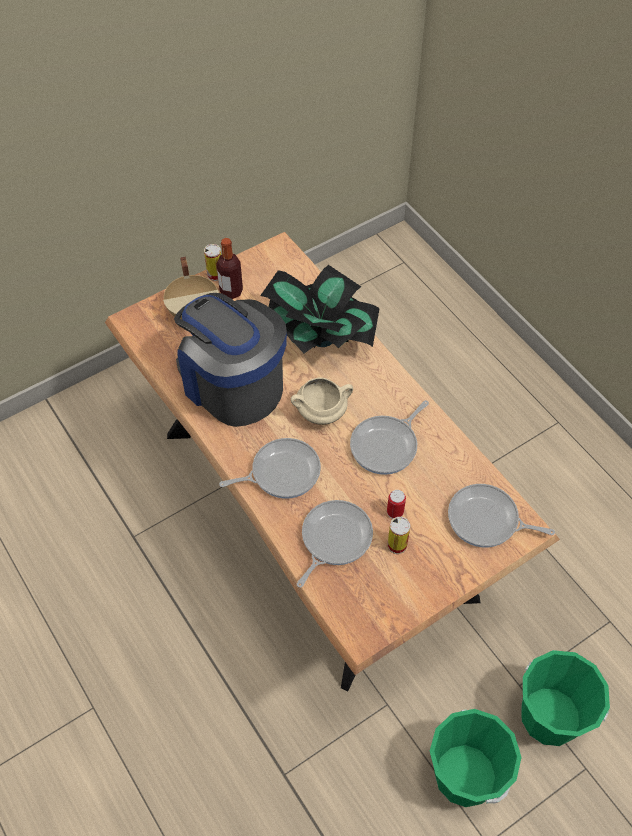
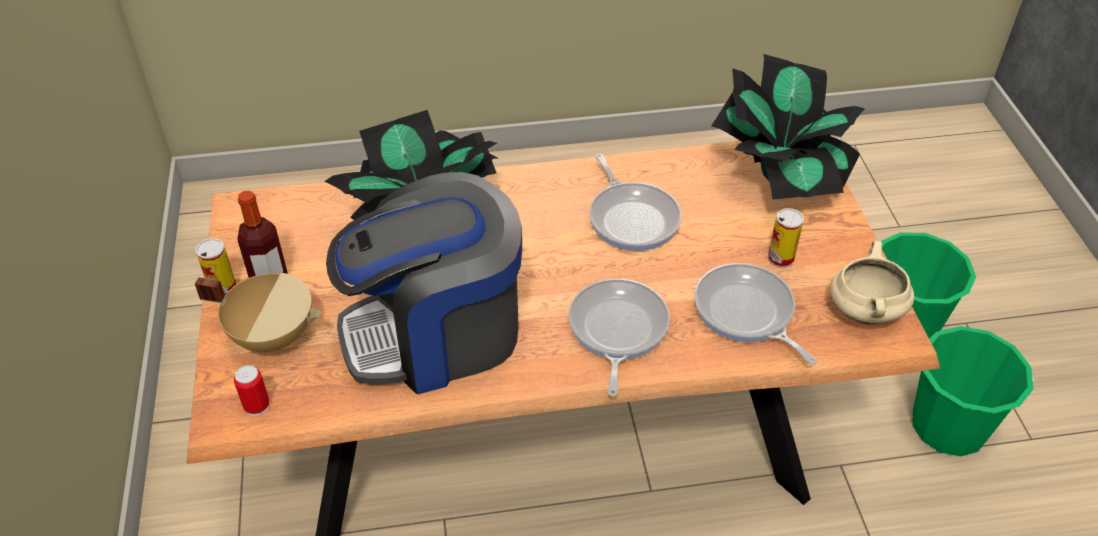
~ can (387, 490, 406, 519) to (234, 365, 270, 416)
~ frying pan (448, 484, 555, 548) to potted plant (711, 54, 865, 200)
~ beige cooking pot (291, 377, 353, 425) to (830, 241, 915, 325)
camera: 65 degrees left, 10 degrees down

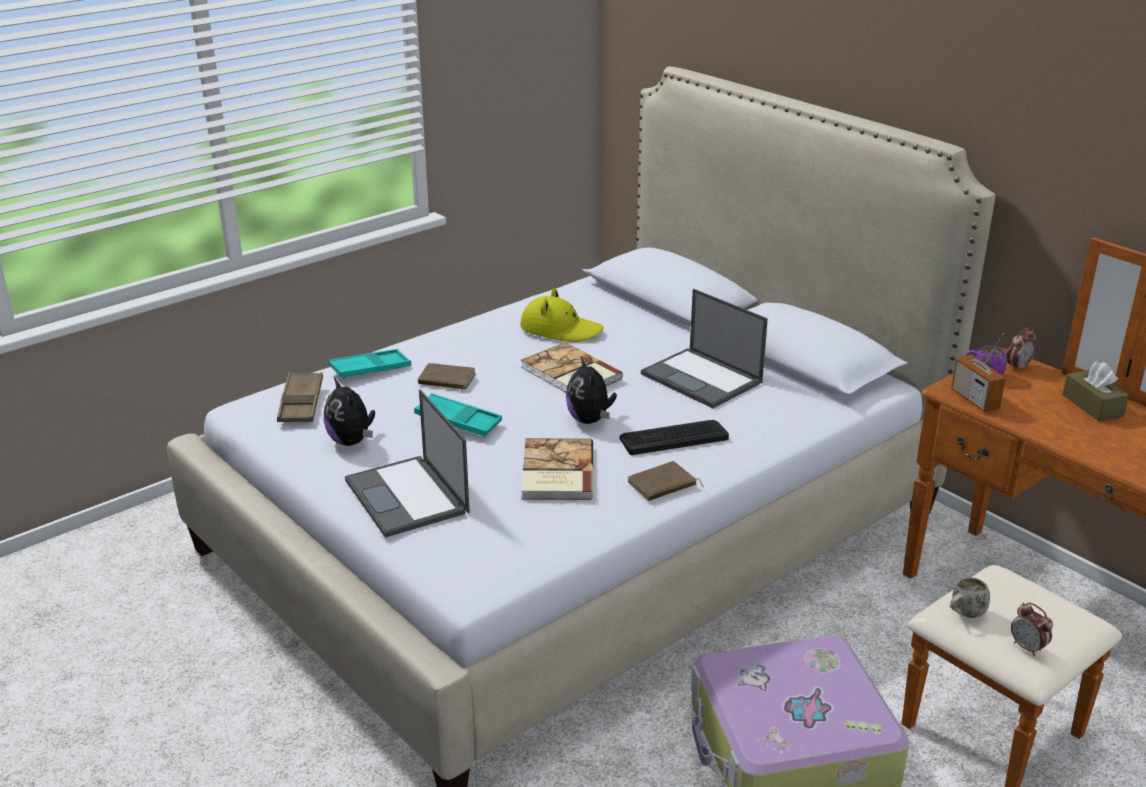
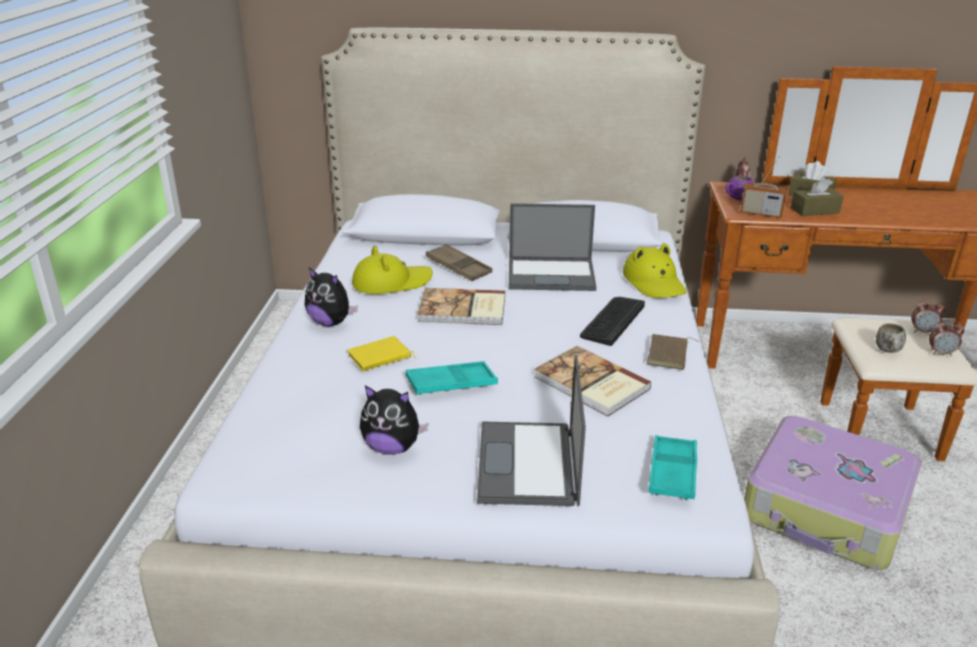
~ plush toy (566, 357, 617, 424) to (305, 267, 358, 326)
~ brown book (418, 363, 476, 391) to yellow book (347, 336, 416, 371)
~ brown tray (277, 372, 323, 422) to (426, 244, 492, 281)
~ laptop (345, 389, 470, 538) = (477, 355, 586, 506) 75 degrees clockwise
+ yellow hat (623, 243, 686, 298)
~ turquoise tray (329, 349, 411, 379) to (649, 435, 697, 500)
+ brown tissue box (791, 177, 844, 216)
+ alarm clock (911, 299, 945, 333)
camera: 45 degrees left, 0 degrees up

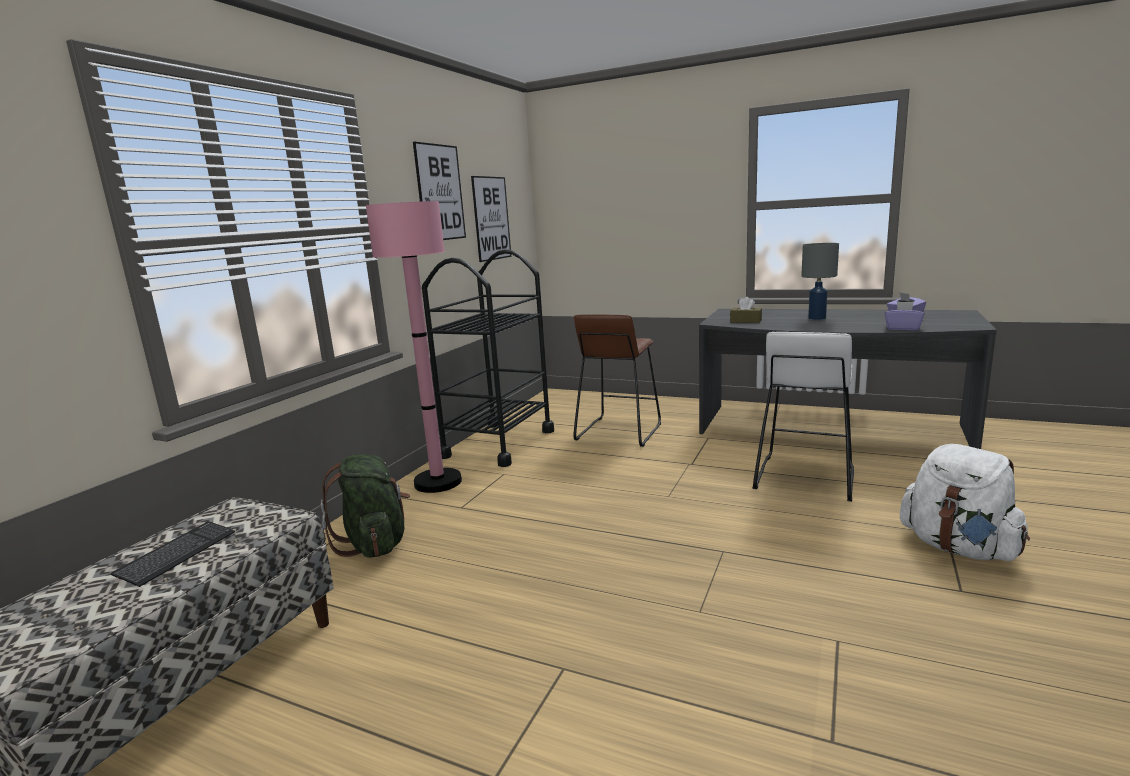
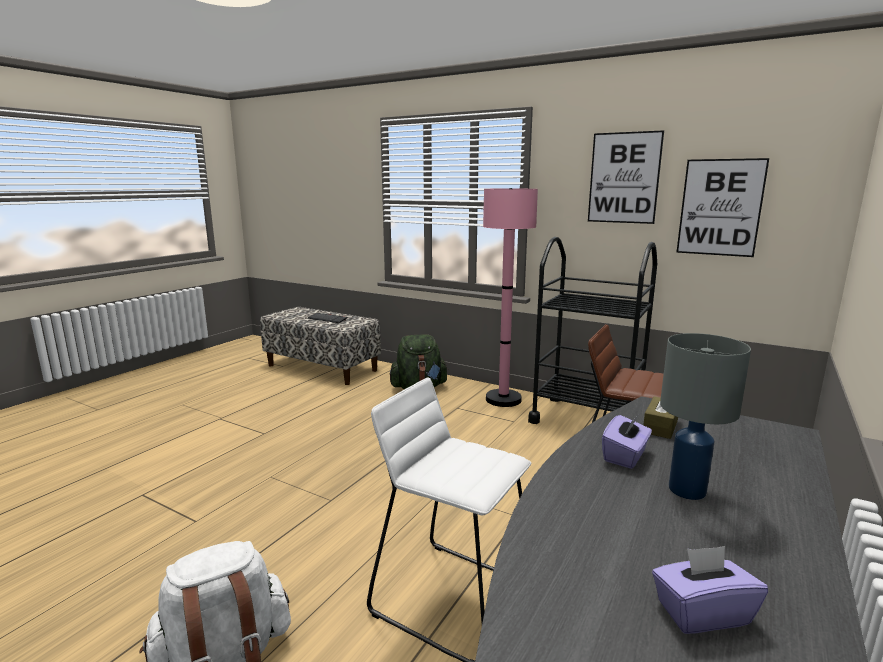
~ purple tissue box (885, 302, 924, 331) to (602, 415, 652, 469)
camera: 95 degrees right, 0 degrees up

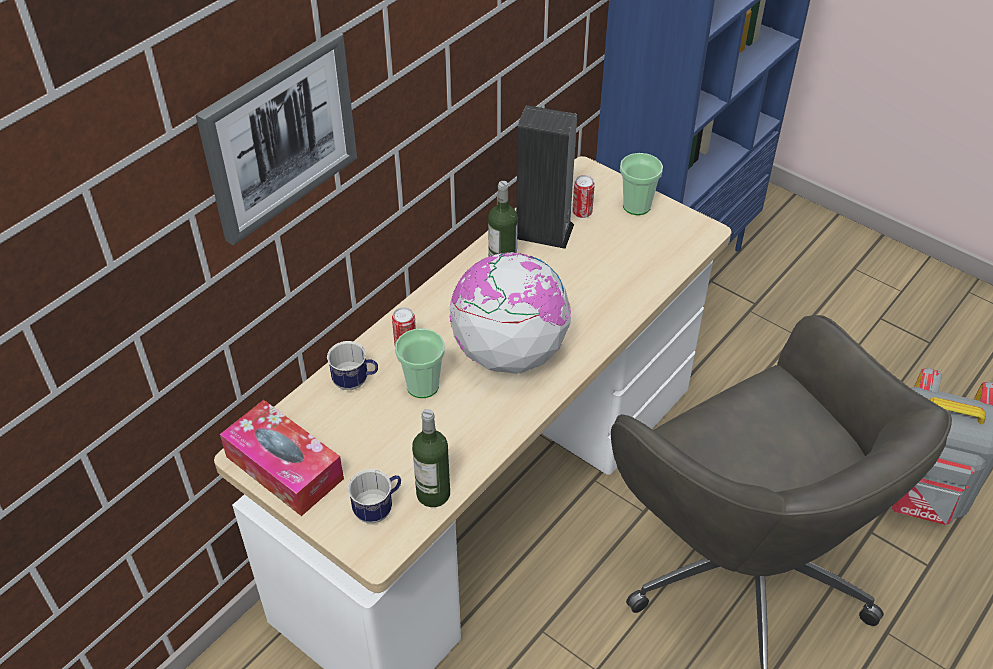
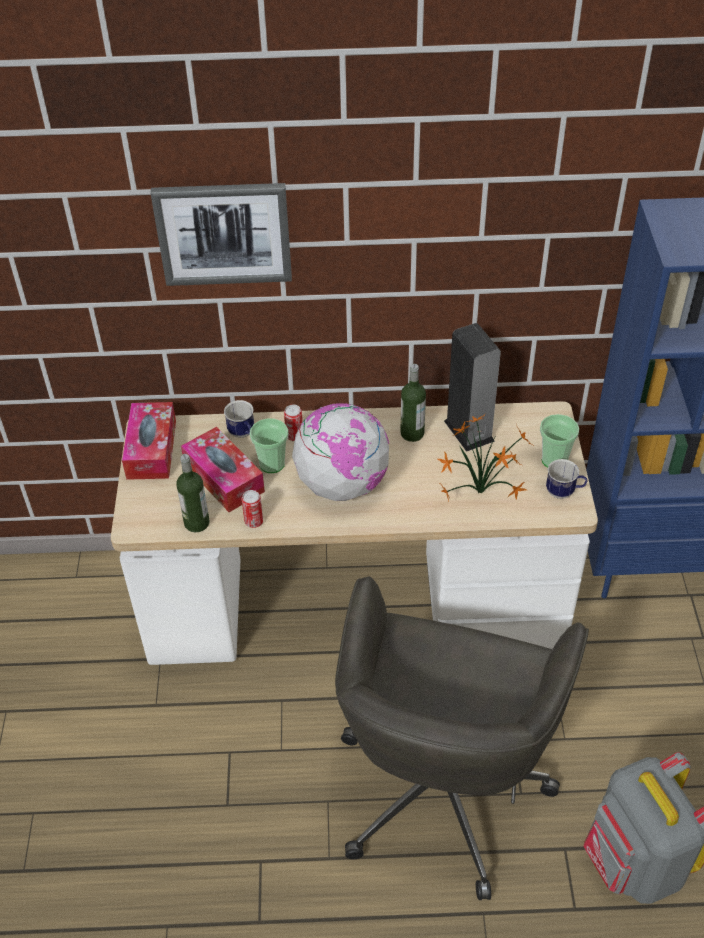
+ tissue box (181, 427, 265, 512)
~ can (572, 175, 595, 218) to (242, 490, 263, 528)
+ potted plant (437, 414, 535, 501)
~ mug (348, 469, 401, 523) to (546, 459, 587, 499)
camera: 50 degrees right, 0 degrees up

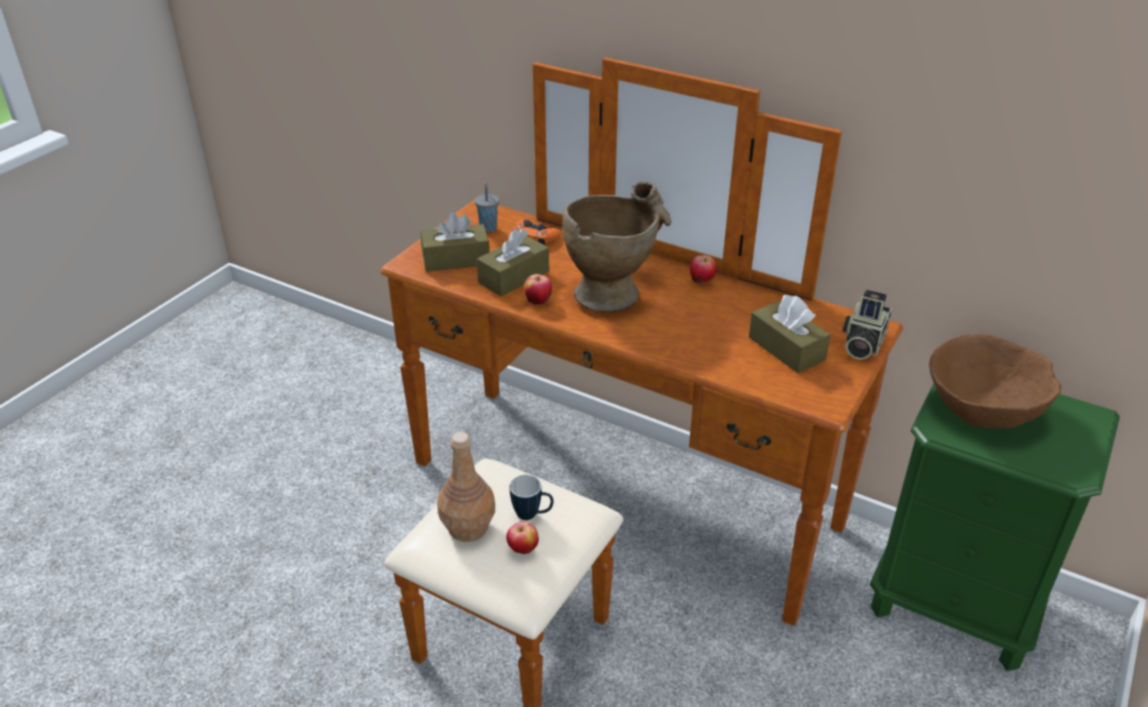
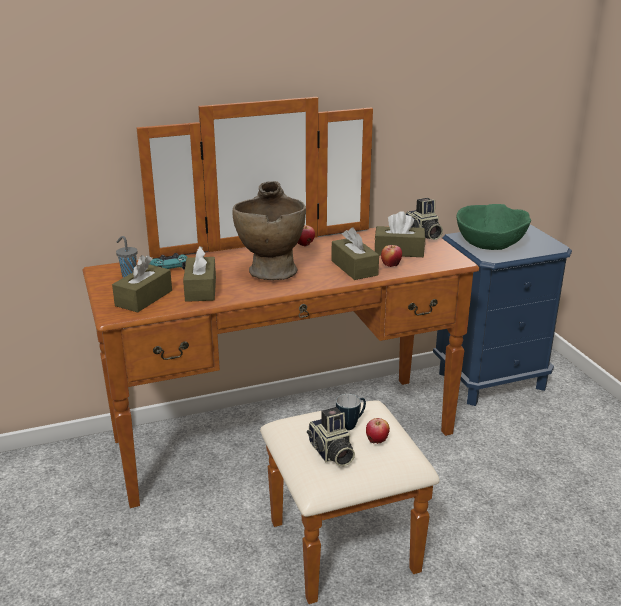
~ orange game controller (513, 220, 561, 245) to turquoise game controller (150, 253, 188, 270)
~ brown bottle (437, 432, 495, 542) to photo camera (307, 407, 355, 467)
+ brown tissue box (331, 227, 379, 280)
~ apple (524, 274, 552, 305) to (381, 245, 402, 267)
~ green nightstand (870, 383, 1120, 671) to blue nightstand (433, 224, 572, 406)
~ brown bowl (929, 334, 1061, 429) to green bowl (457, 204, 531, 250)
camera: 50 degrees left, 10 degrees down

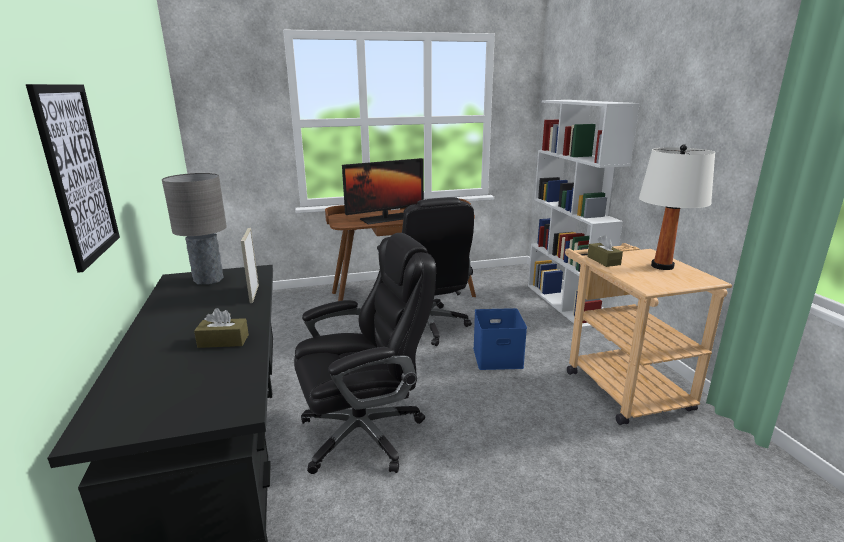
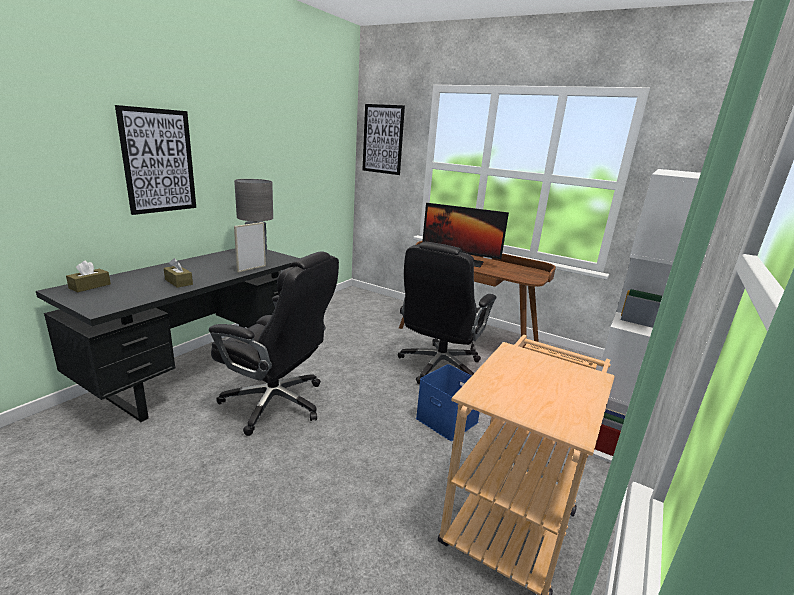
~ brown tissue box (587, 235, 623, 267) to (66, 260, 111, 292)
+ picture (363, 104, 405, 175)
- white table lamp (639, 144, 715, 270)
camera: 45 degrees right, 0 degrees up

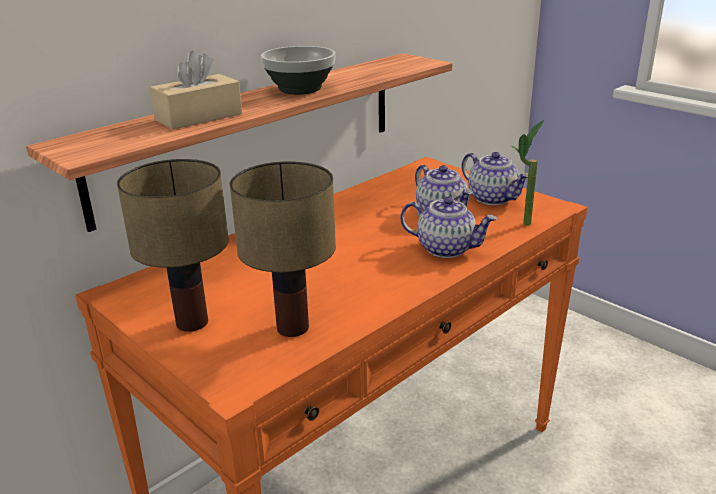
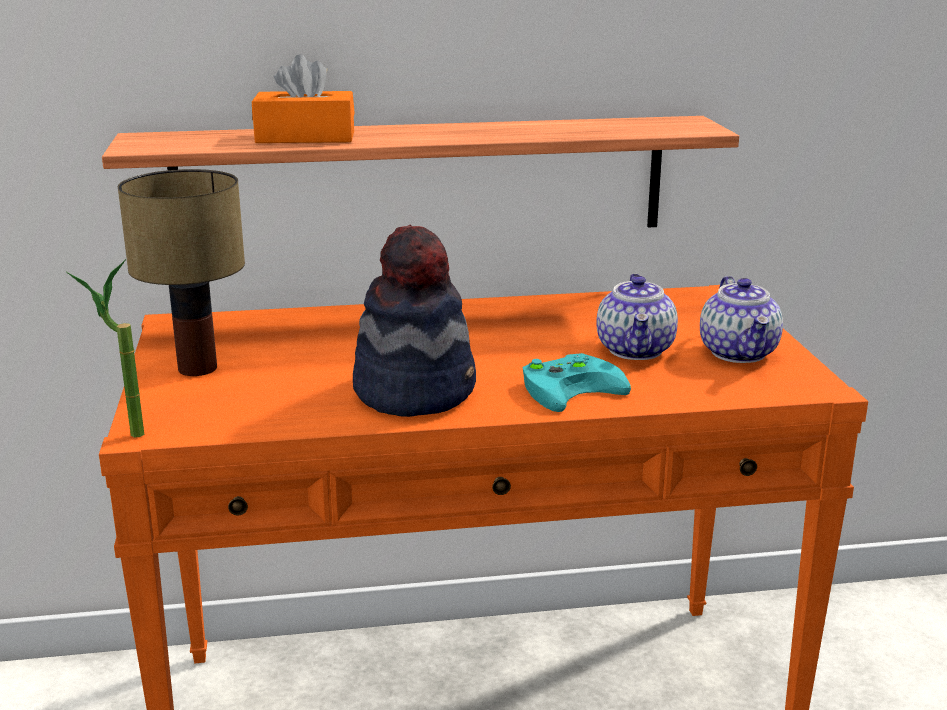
~ potted plant (510, 120, 544, 226) to (67, 259, 144, 438)
~ beige tissue box (150, 50, 242, 130) to orange tissue box (252, 54, 355, 143)
+ hat (353, 224, 476, 417)
~ teapot (400, 196, 497, 258) to turquoise game controller (523, 353, 631, 412)
- table lamp (230, 161, 336, 337)
- bowl (261, 46, 335, 95)
camera: 35 degrees right, 5 degrees down

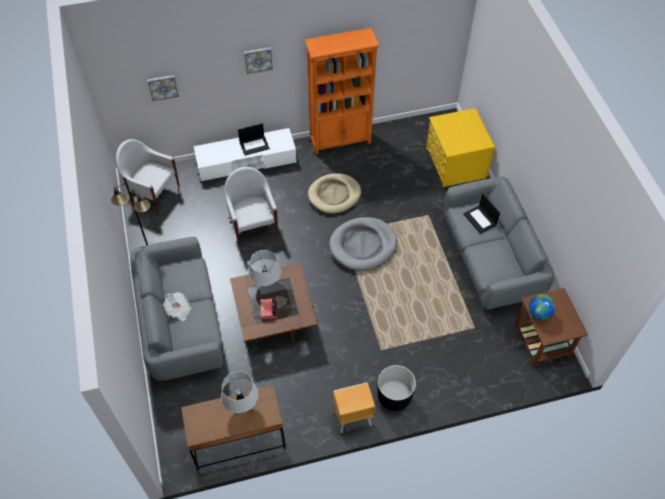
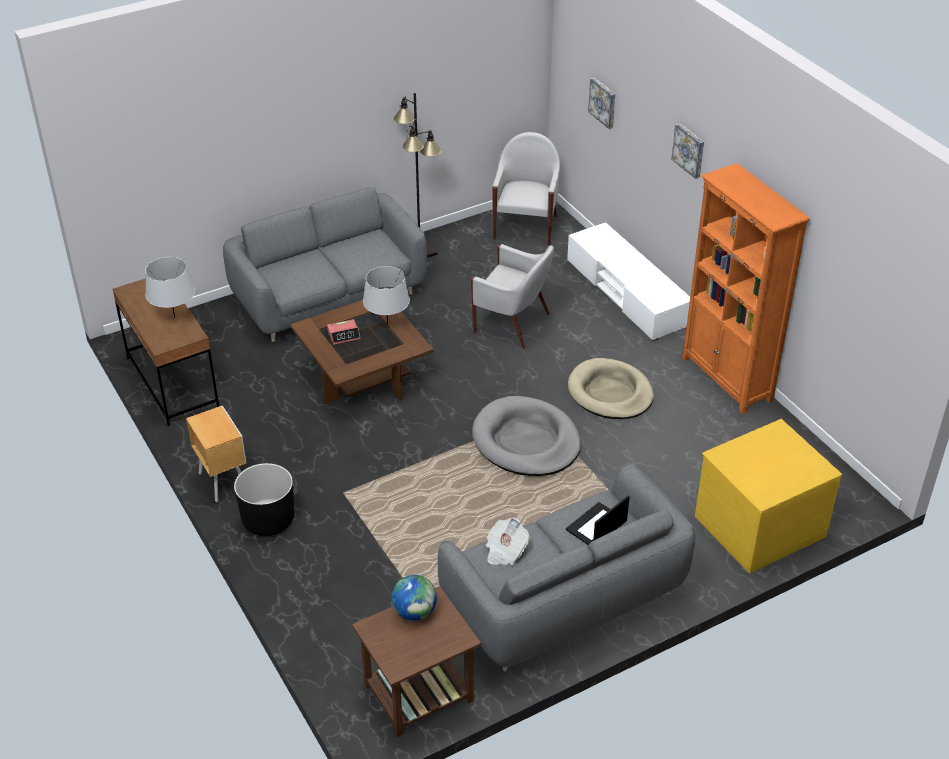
~ white armchair (224, 167, 278, 246) = (471, 244, 554, 349) 60 degrees clockwise
~ newspaper (163, 292, 192, 321) to (486, 518, 530, 565)
- laptop (238, 123, 270, 155)
camera: 75 degrees right, 15 degrees down

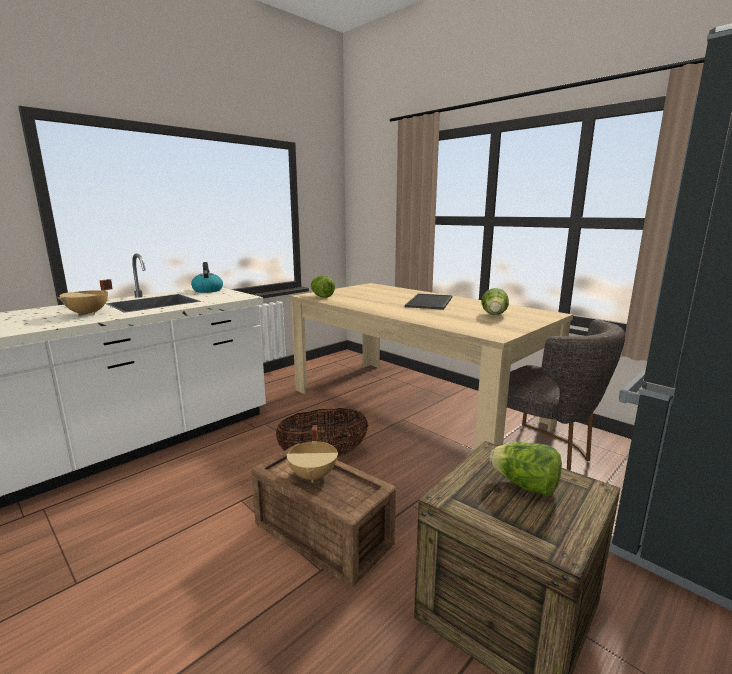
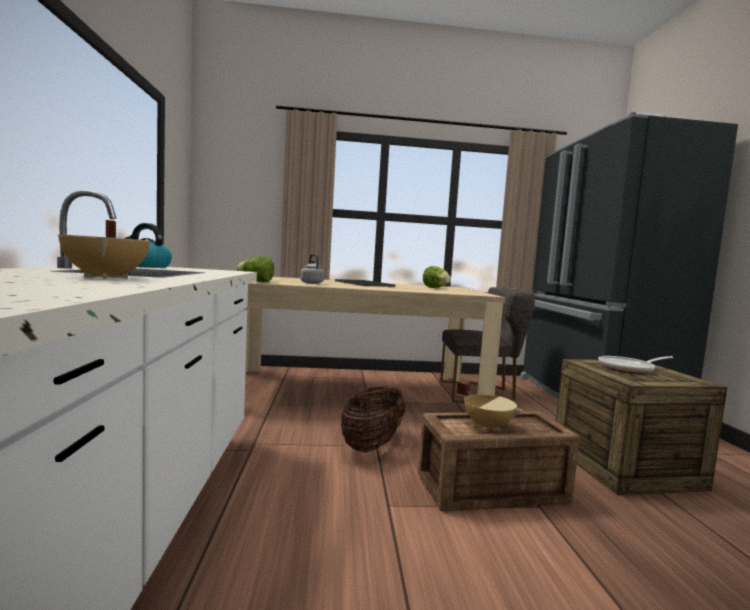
+ grey kettle (300, 254, 324, 284)
~ lettuce (490, 442, 562, 496) to frying pan (598, 356, 674, 374)
camera: 50 degrees left, 10 degrees down

